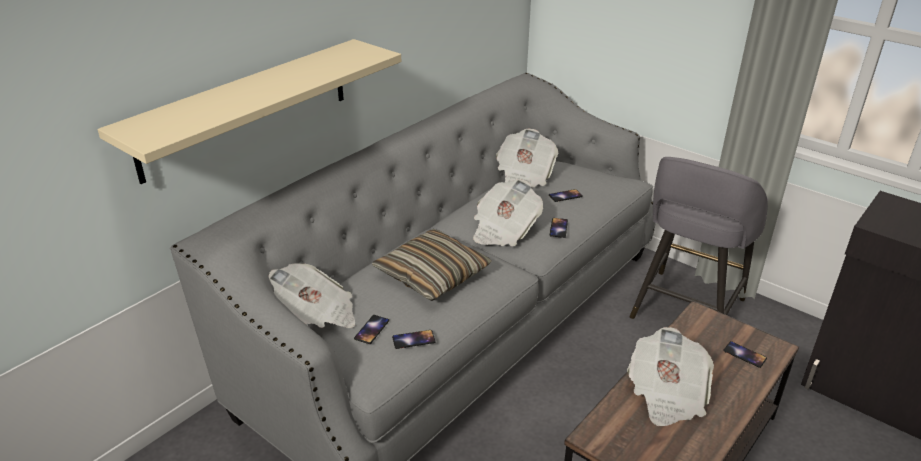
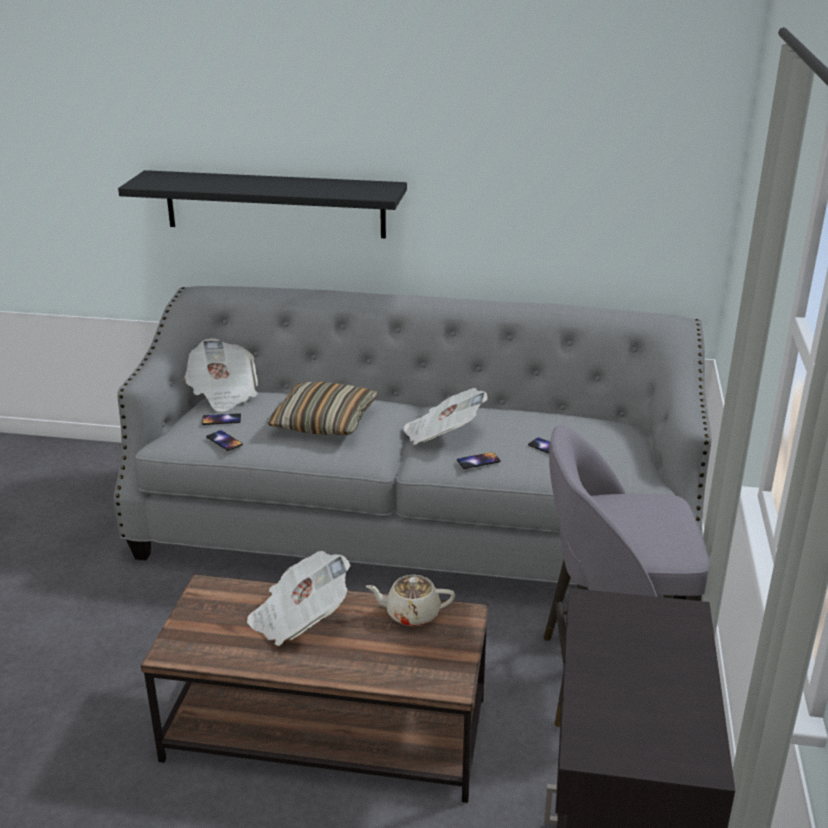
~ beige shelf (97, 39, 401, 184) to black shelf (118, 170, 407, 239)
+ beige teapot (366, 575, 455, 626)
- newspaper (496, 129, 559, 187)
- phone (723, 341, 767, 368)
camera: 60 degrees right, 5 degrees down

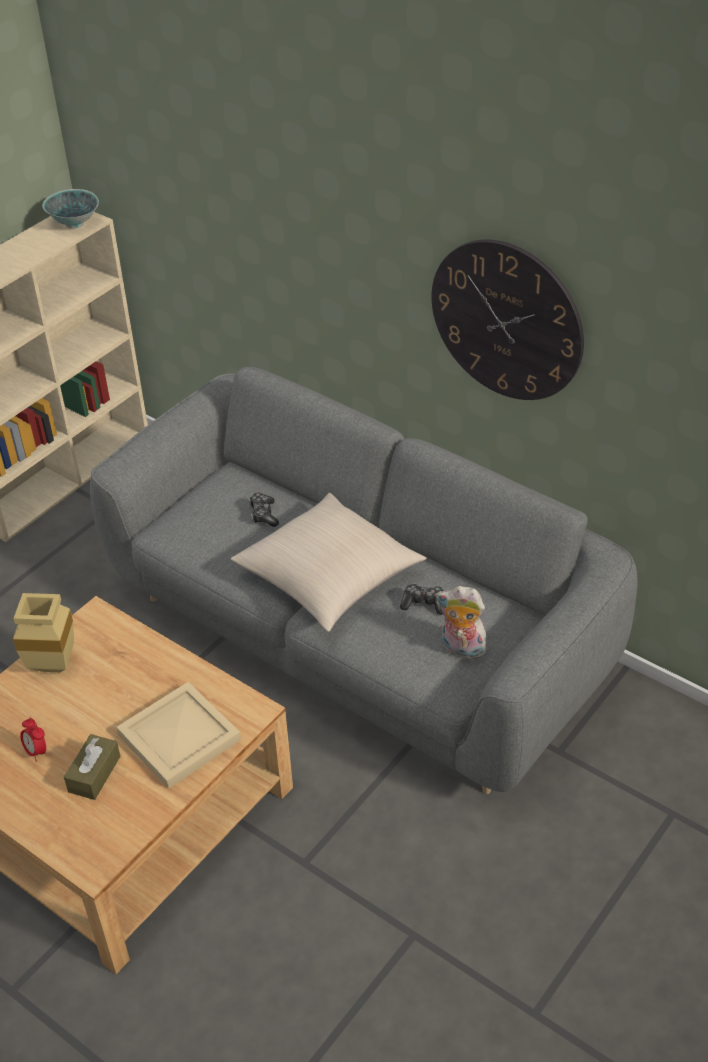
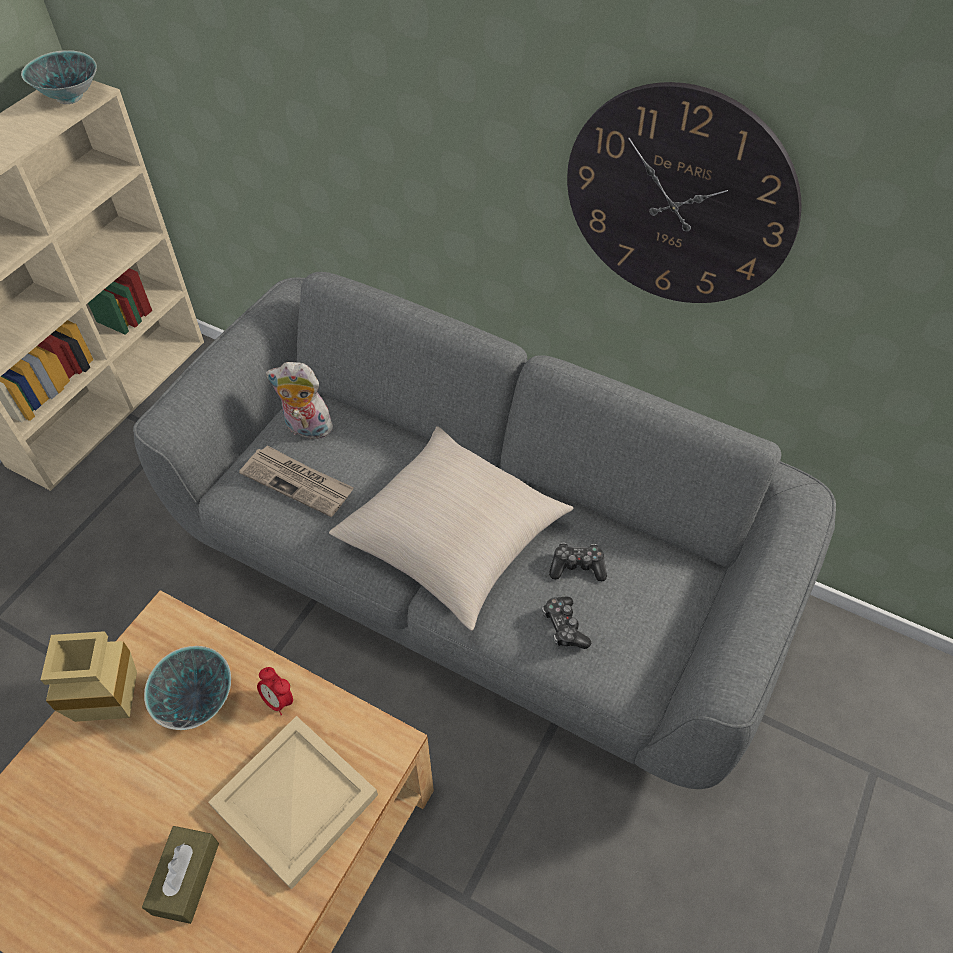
+ bowl (144, 646, 231, 730)
+ newspaper (239, 445, 354, 517)
~ alarm clock (20, 718, 46, 762) to (257, 667, 293, 715)
~ plush toy (436, 586, 486, 659) to (266, 362, 338, 439)
~ game controller (249, 493, 279, 527) to (542, 597, 591, 649)
camera: 10 degrees left, 10 degrees up

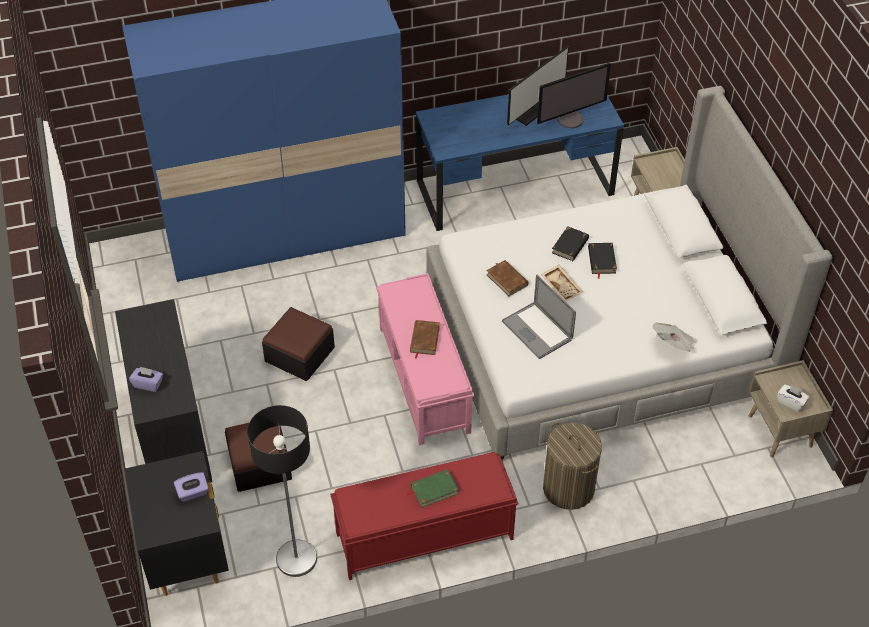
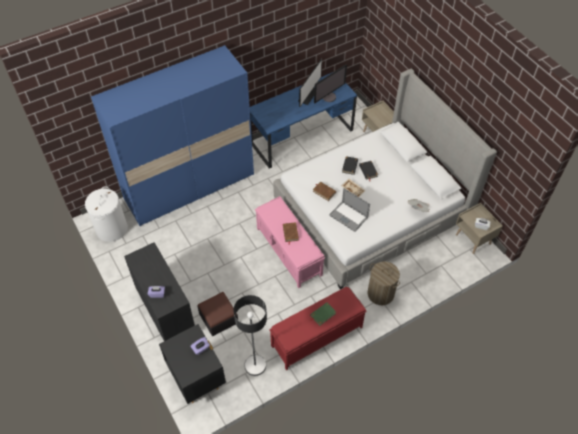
+ white laundry basket (85, 186, 128, 242)
- ottoman (262, 307, 335, 381)
camera: 15 degrees left, 5 degrees up

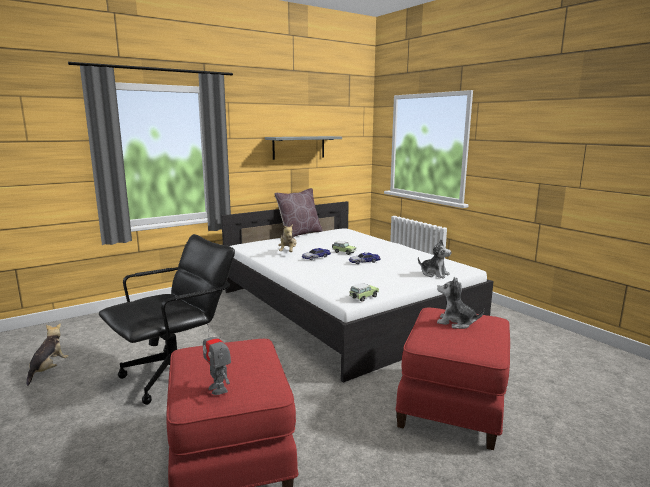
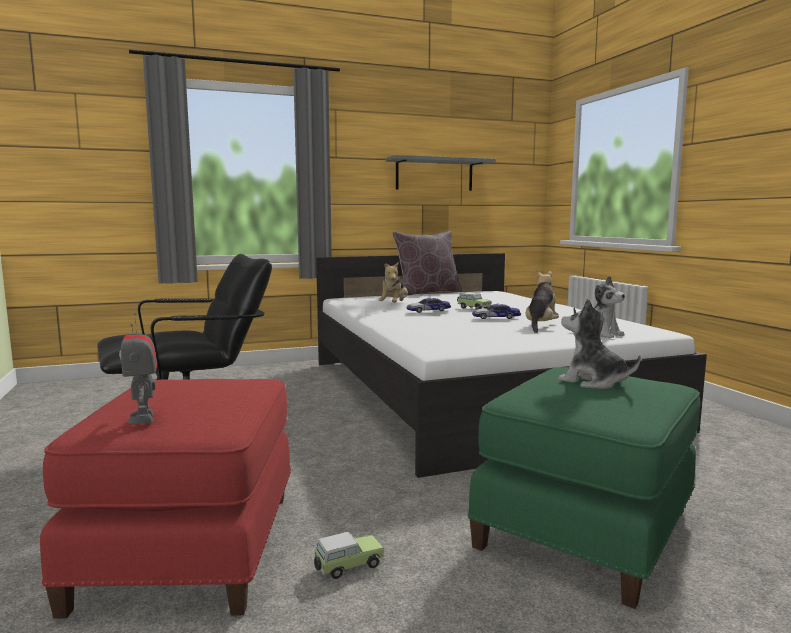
~ toy car (349, 283, 379, 302) to (314, 532, 384, 579)
~ red ottoman (395, 308, 510, 450) to green ottoman (468, 367, 700, 609)
~ plush toy (27, 323, 69, 386) to (526, 270, 559, 333)
camera: 15 degrees right, 5 degrees down

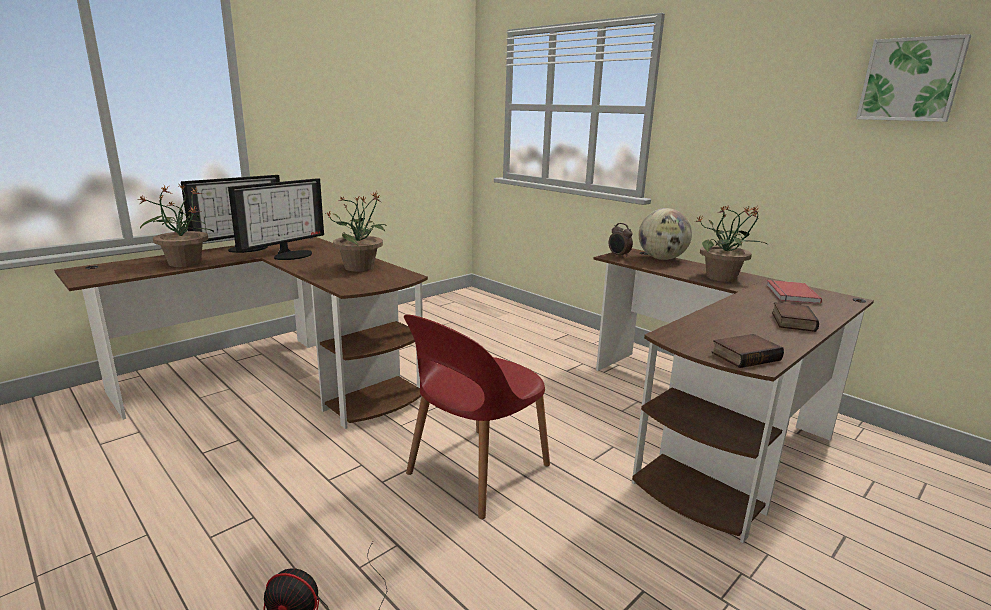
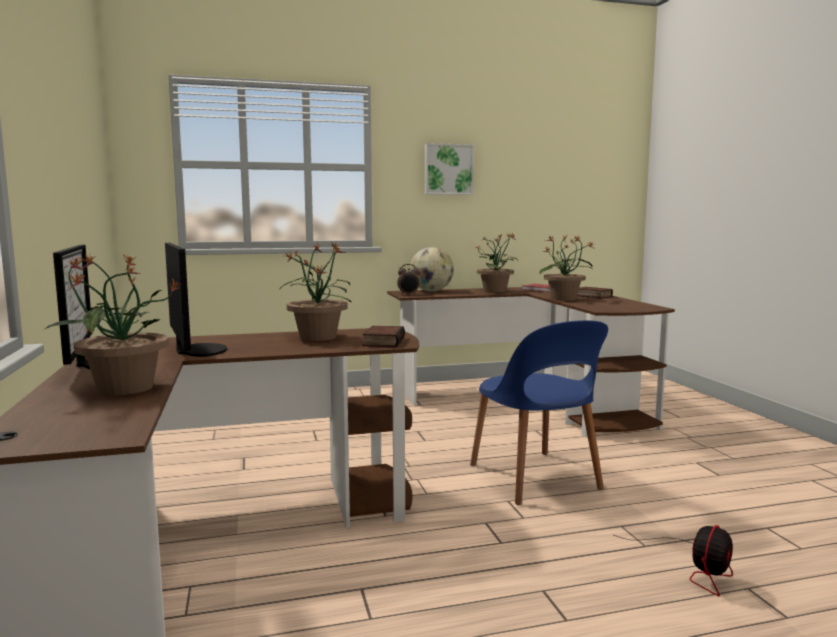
~ book (711, 334, 784, 368) to (362, 326, 405, 347)
~ picture (856, 34, 972, 122) to (425, 143, 474, 195)
~ red chair (404, 314, 550, 519) to blue chair (470, 320, 608, 505)
+ potted plant (540, 235, 595, 301)
camera: 60 degrees left, 10 degrees down

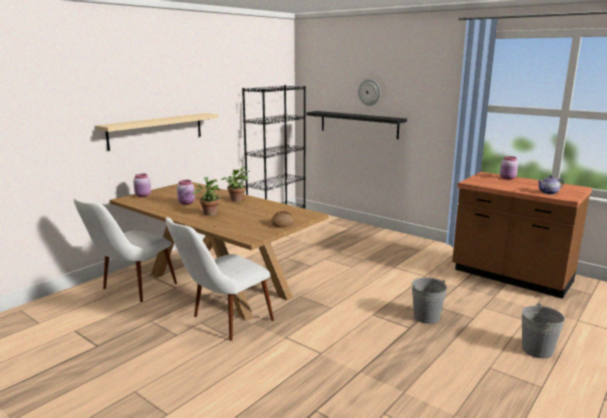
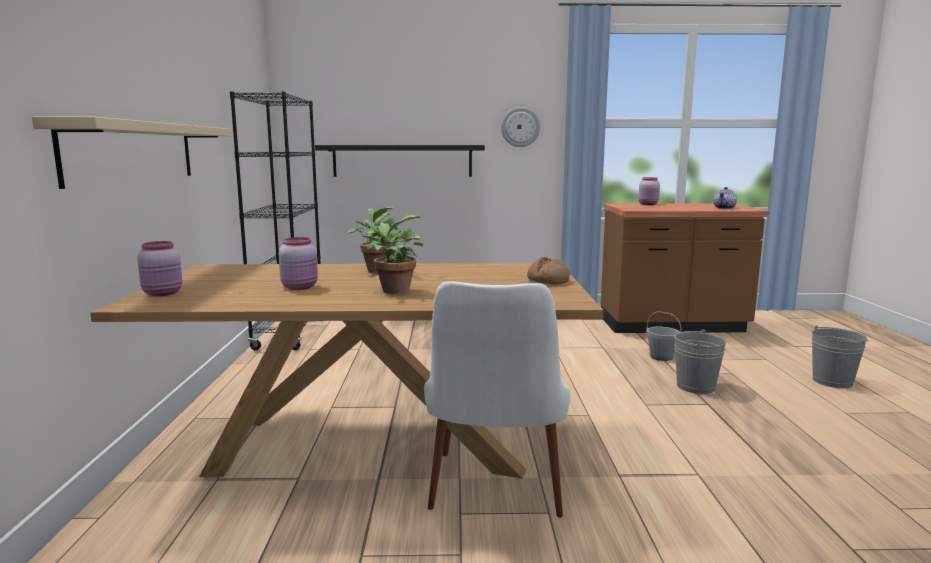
~ wall clock (358, 79, 381, 106) to (501, 107, 540, 147)
+ grey bucket (646, 311, 682, 361)
- white chair (74, 198, 177, 302)
camera: 40 degrees left, 5 degrees down

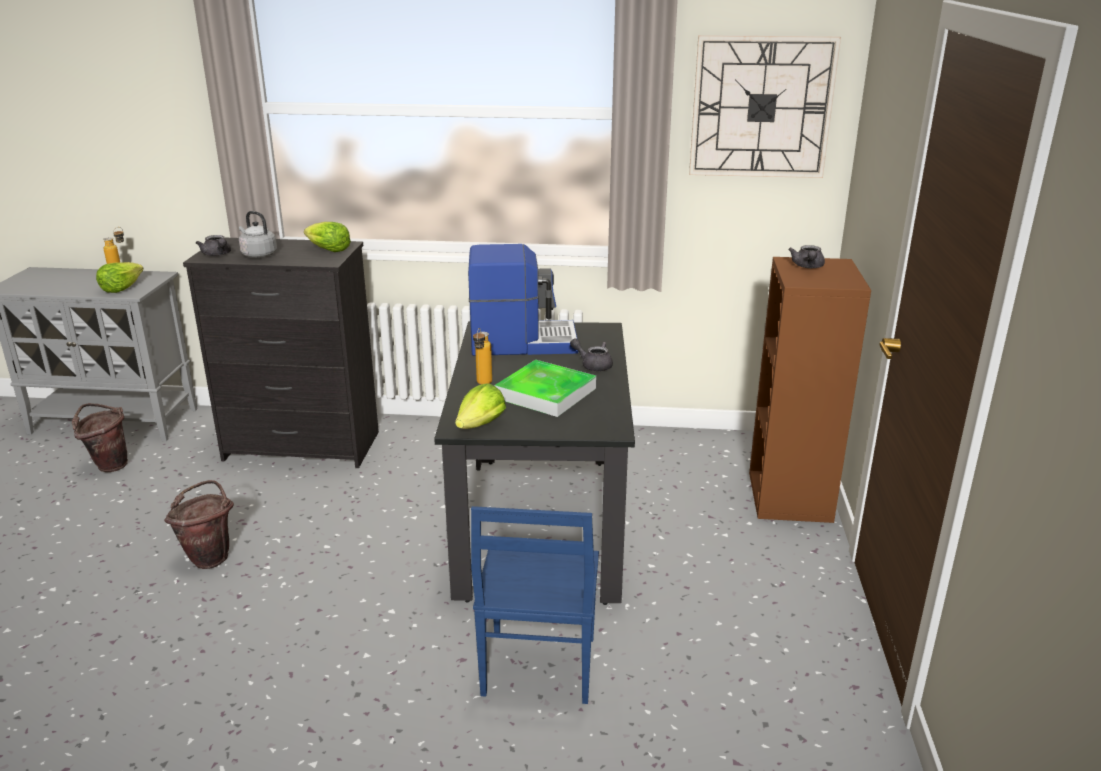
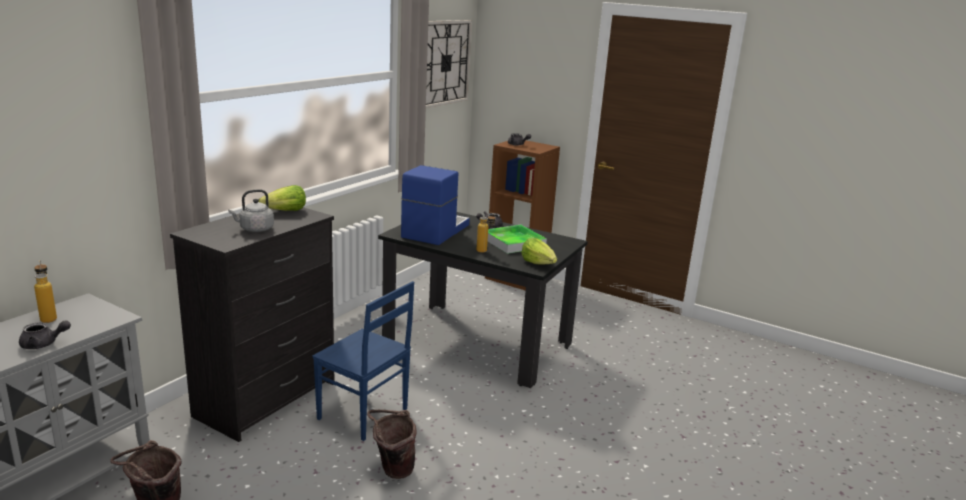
~ grey teapot (196, 235, 231, 256) to (19, 320, 71, 349)
~ blue chair (471, 506, 599, 704) to (312, 281, 414, 441)
- lettuce (96, 262, 143, 293)
camera: 65 degrees left, 5 degrees down

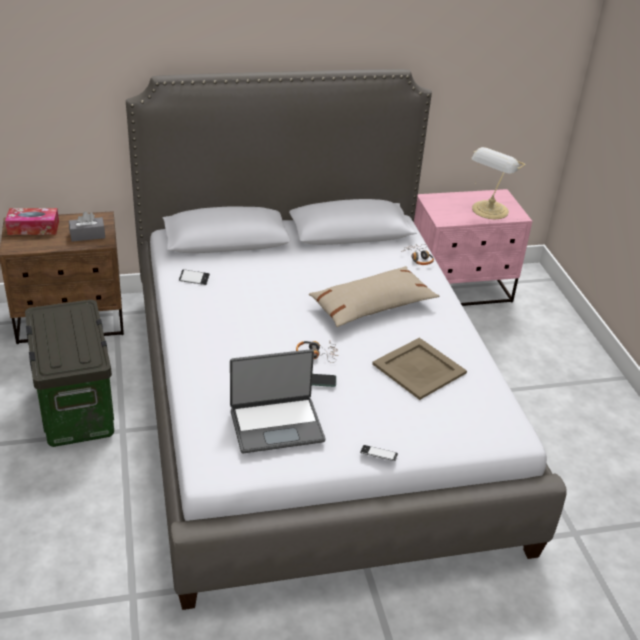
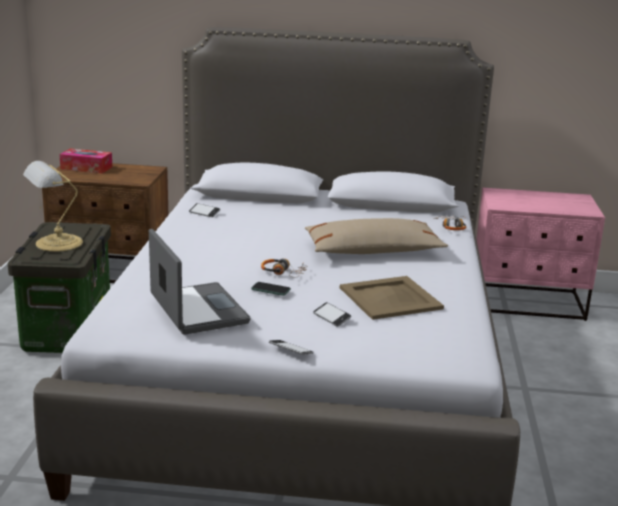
~ table lamp (471, 147, 525, 219) to (23, 161, 83, 252)
~ laptop (230, 349, 326, 454) = (149, 229, 250, 335) 120 degrees counterclockwise
+ phone (313, 302, 351, 327)
- grey tissue box (69, 211, 105, 242)
camera: 20 degrees right, 15 degrees down

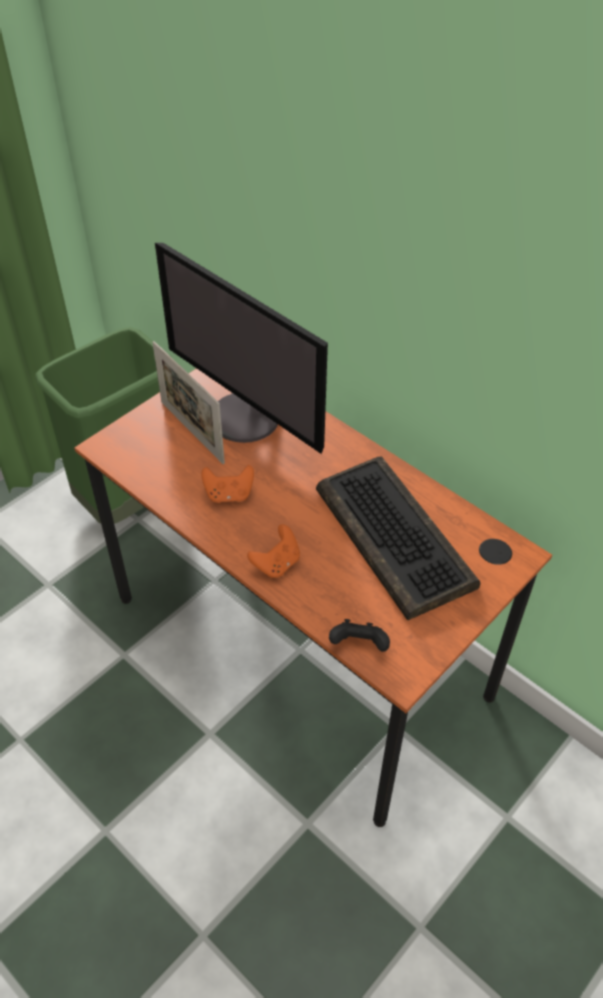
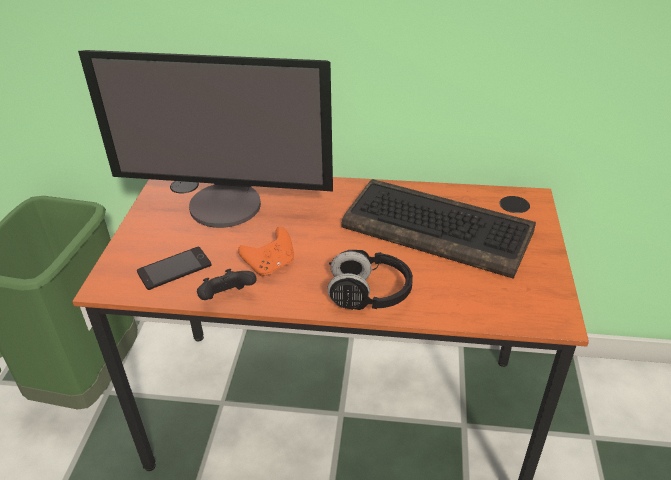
+ phone (137, 247, 212, 290)
~ black game controller (329, 619, 390, 652) to (197, 269, 256, 300)
~ orange game controller (247, 524, 300, 578) to black headphones (327, 250, 413, 310)
- picture frame (152, 341, 225, 464)
camera: 35 degrees left, 10 degrees down

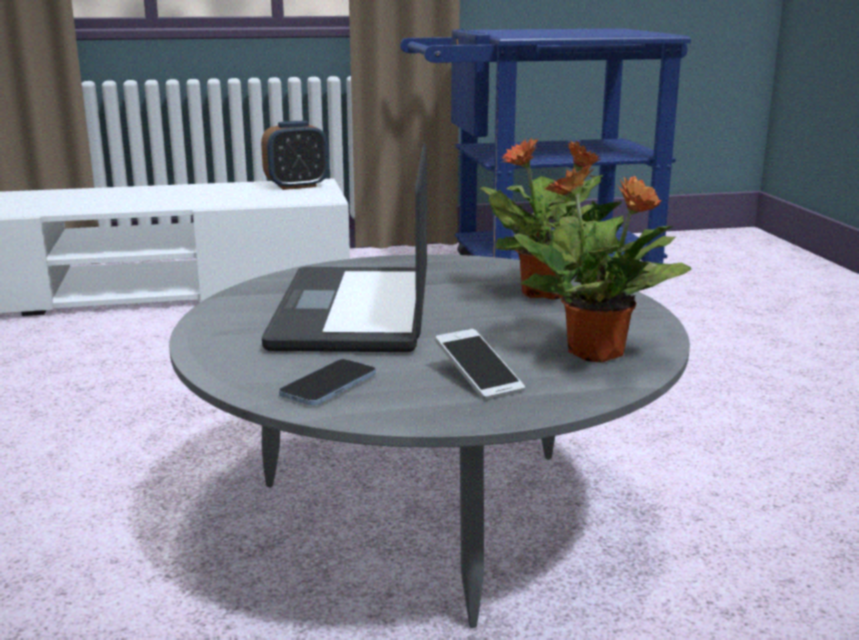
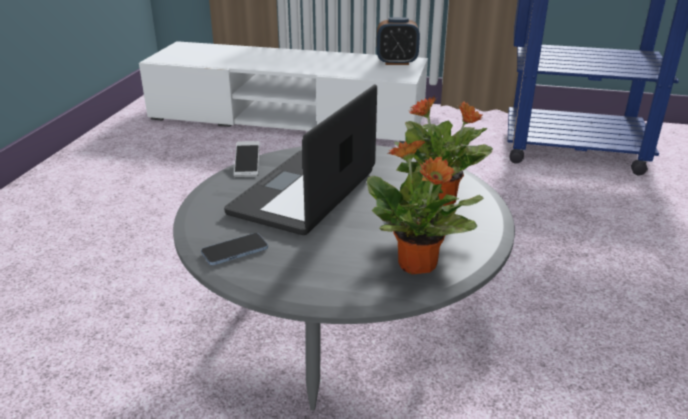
~ phone (435, 329, 525, 401) to (234, 141, 260, 177)
camera: 25 degrees right, 10 degrees up

